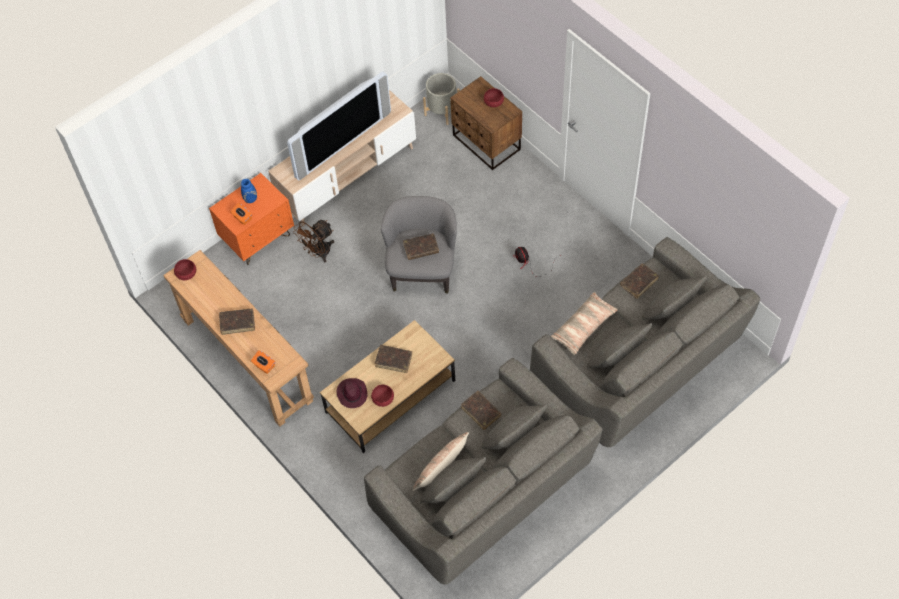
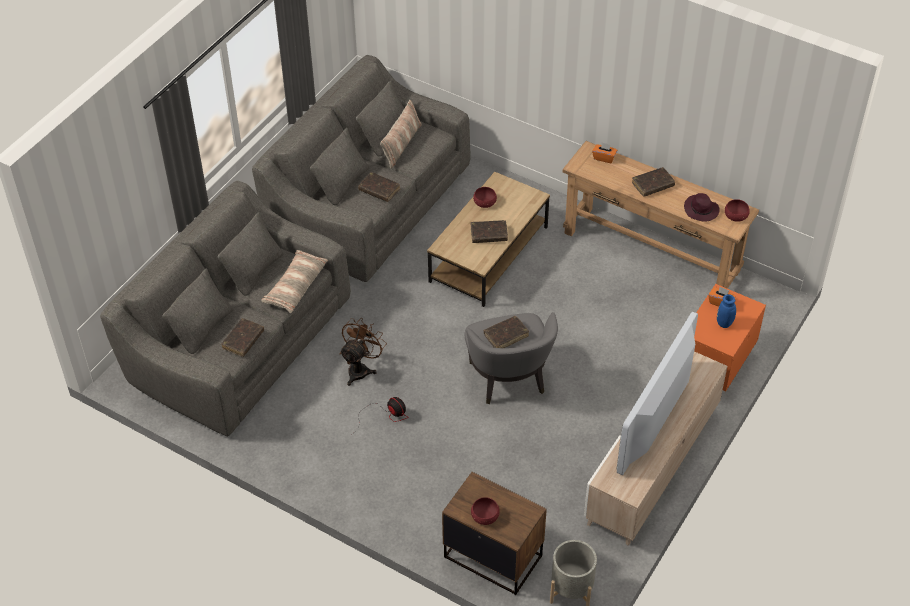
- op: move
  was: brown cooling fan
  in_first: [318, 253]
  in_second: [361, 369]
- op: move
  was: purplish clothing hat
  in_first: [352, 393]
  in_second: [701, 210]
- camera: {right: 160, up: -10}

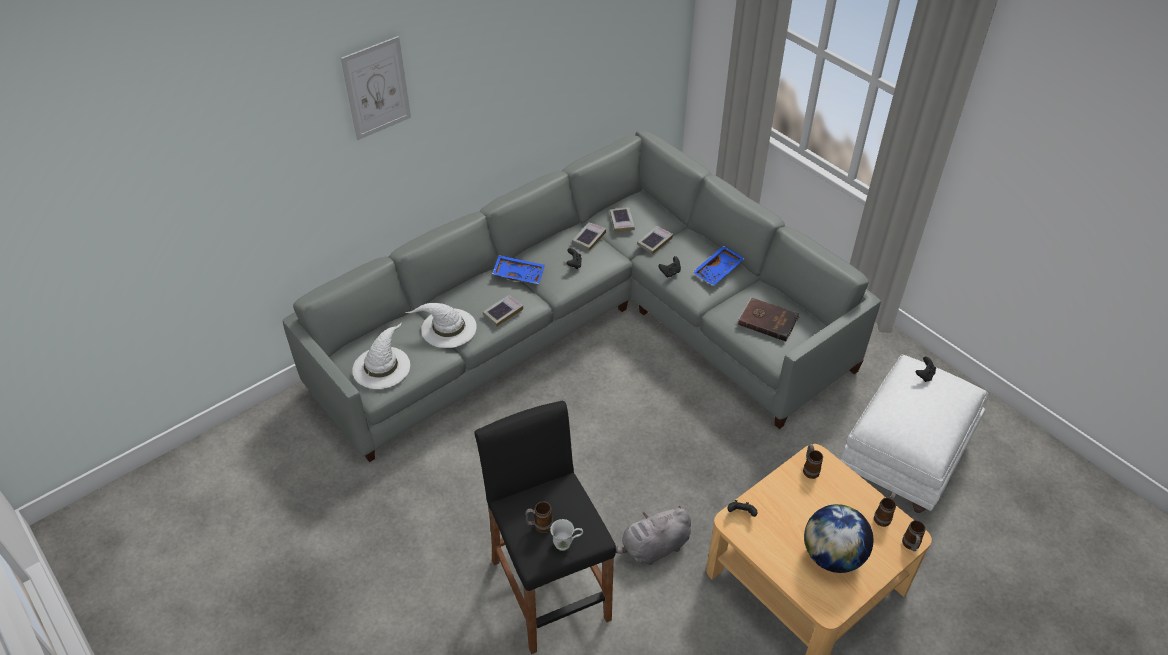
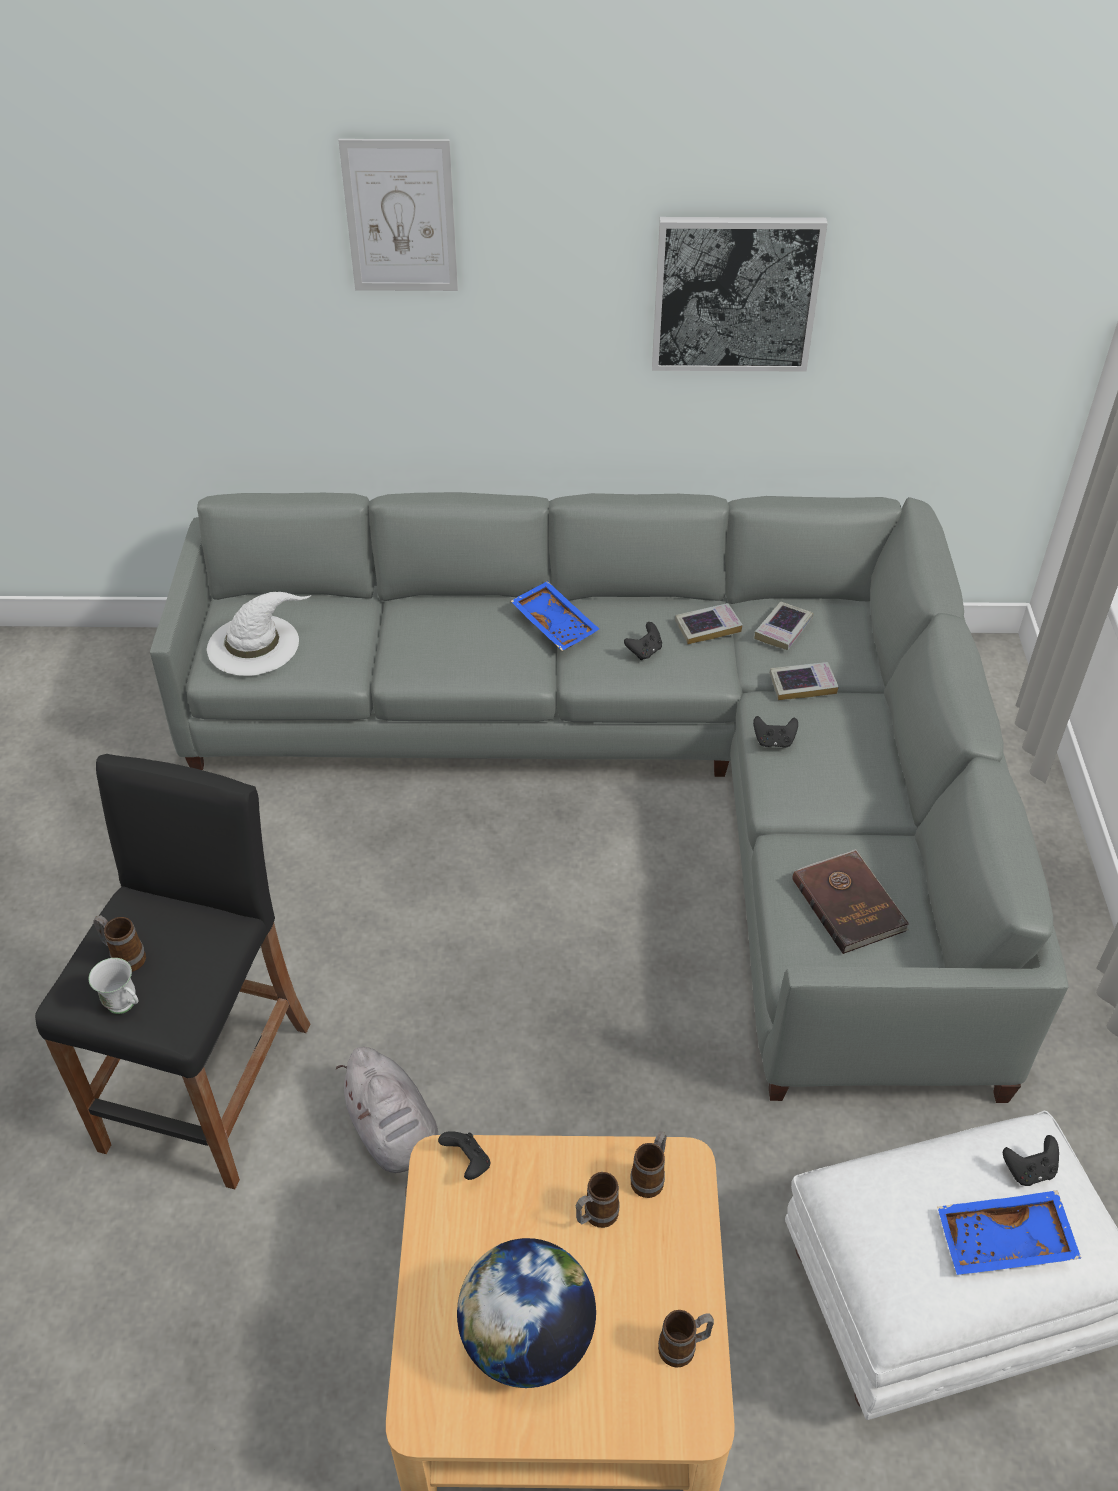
- op: rotate
  was: gray plush toy
  in_first: [653, 548]
  in_second: [394, 1135]
  clockwise: -135
- op: move
  was: tea mug
  in_first: [910, 546]
  in_second: [595, 1216]
- op: insert
  now: wall art
  in_second: [735, 294]
- op: move
  was: blue tray
  in_first: [718, 271]
  in_second: [1004, 1243]
- op: delete
  was: white clothing hat
  in_first: [448, 328]
- op: delete
  was: book
  in_first: [503, 312]
- camera: {right: 40, up: 0}

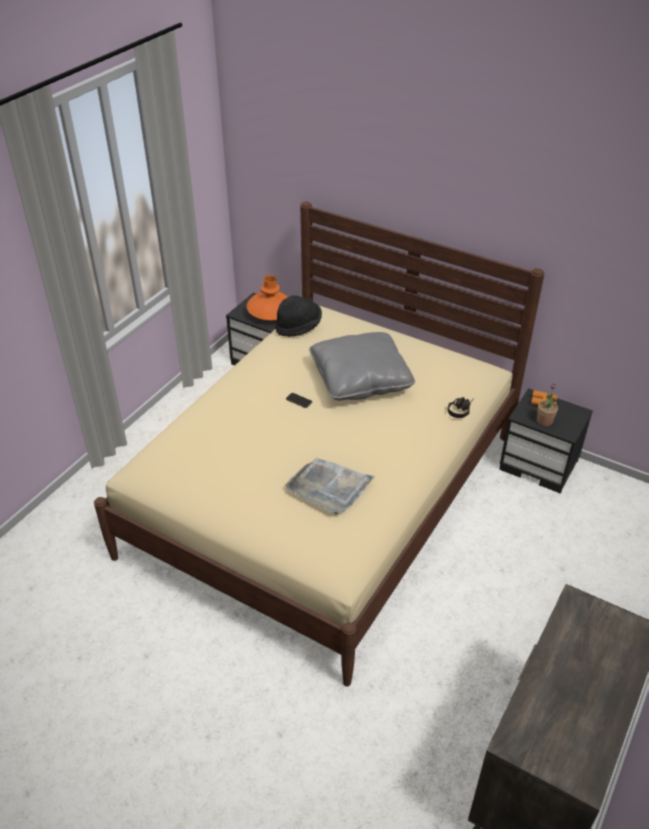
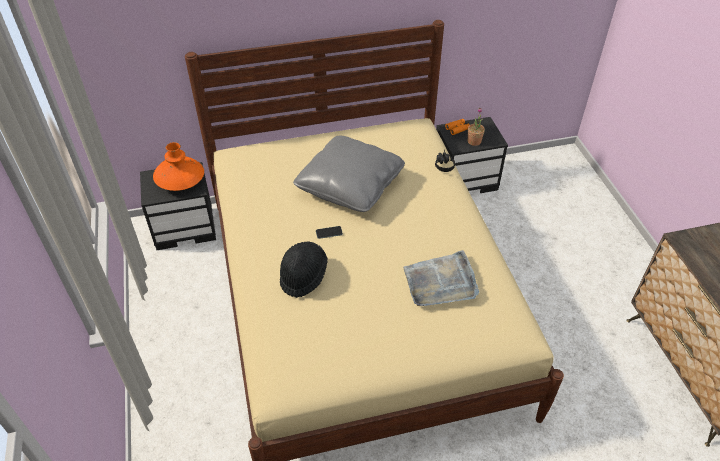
- op: move
  was: black-coloured clothing hat
  in_first: [298, 327]
  in_second: [303, 276]
- camera: {right: -45, up: 5}

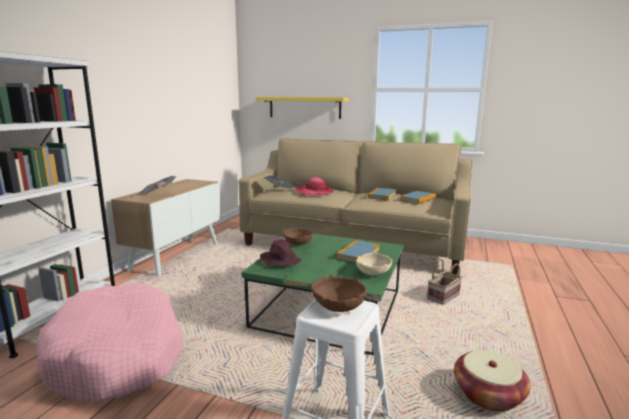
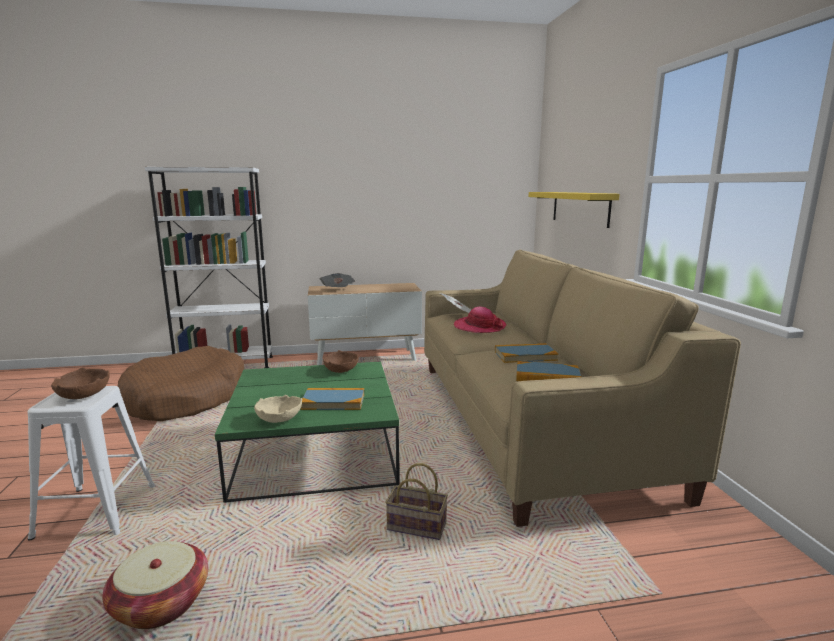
- op: recolor
  was: pink dog cushion
  now: brown dog cushion
  in_first: [118, 355]
  in_second: [186, 399]
- op: delete
  was: purplish clothing hat
  in_first: [280, 261]
- camera: {right: 60, up: 0}

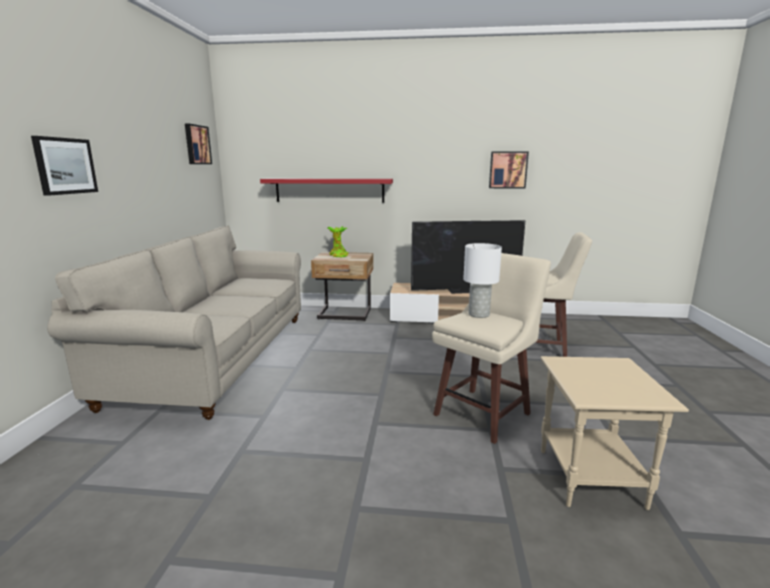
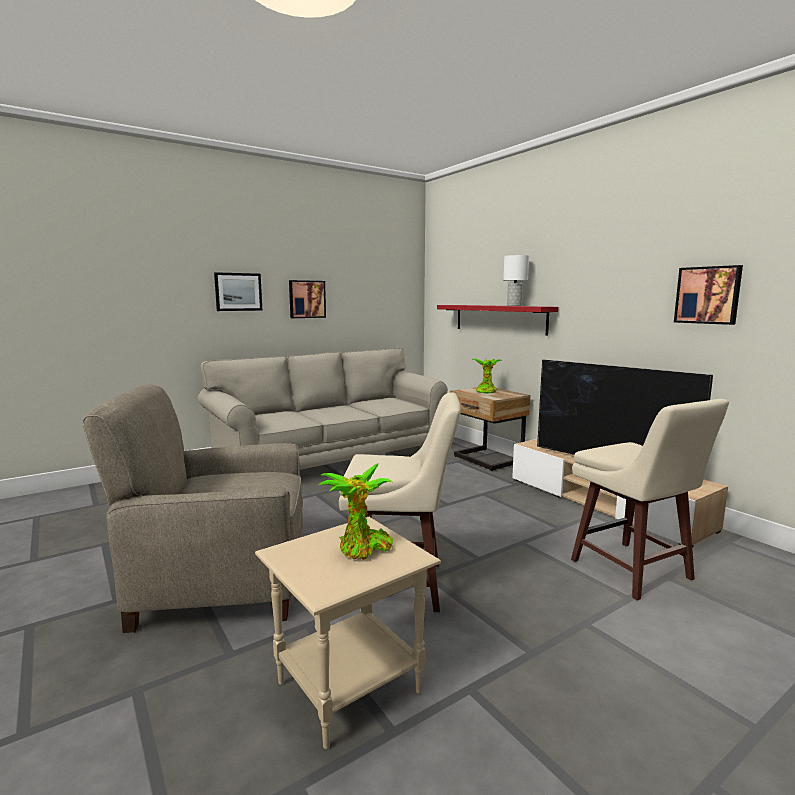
- op: insert
  now: beige-coloured armchair
  in_second: [221, 582]
- op: move
  was: wall art
  in_first: [196, 145]
  in_second: [306, 299]
- op: insert
  now: potted plant
  in_second: [362, 549]
- op: move
  was: white tabletop lamp
  in_first: [479, 314]
  in_second: [514, 306]
- camera: {right: 50, up: -5}

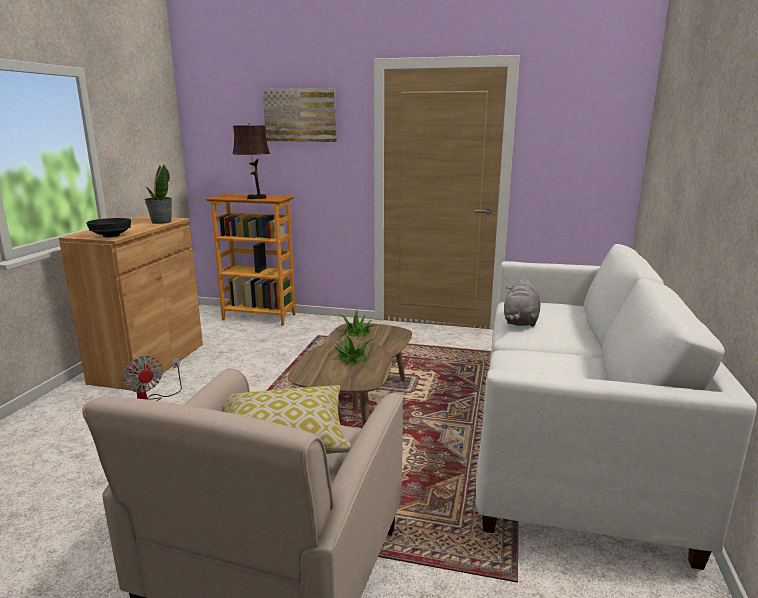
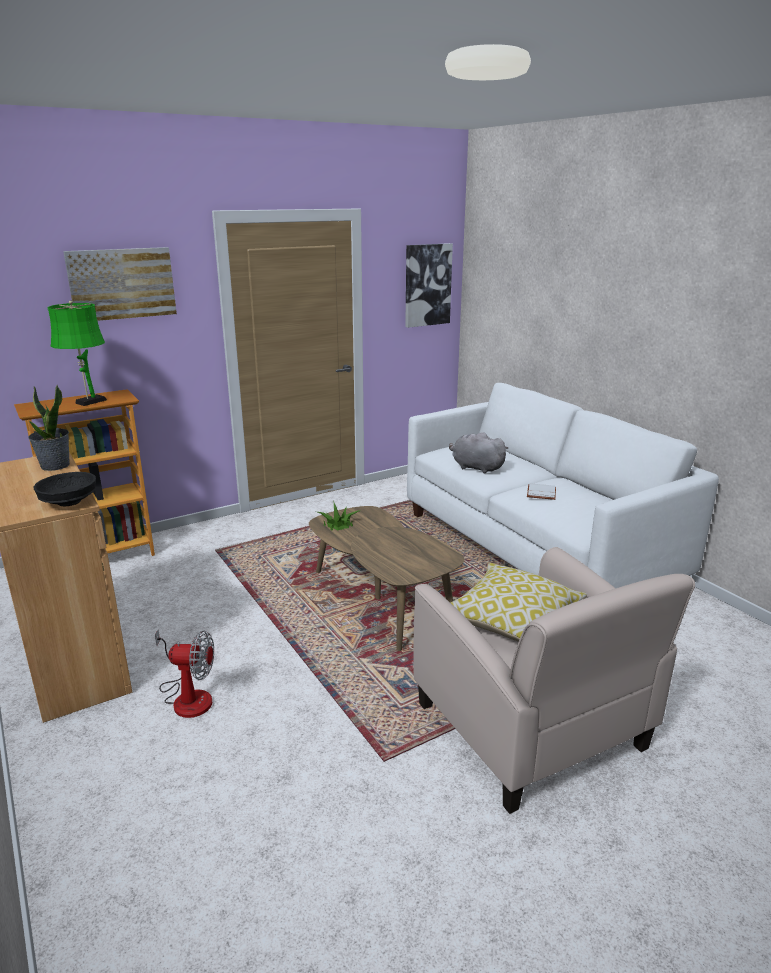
- op: recolor
  was: brown tabletop lamp
  now: greenish tabletop lamp
  in_first: [254, 198]
  in_second: [88, 402]
- op: insert
  now: wall art
  in_second: [427, 285]
- op: rotate
  was: gray plush toy
  in_first: [520, 321]
  in_second: [475, 467]
  clockwise: 150
- op: insert
  now: white book
  in_second: [540, 492]
- op: delete
  was: potted plant
  in_first: [352, 358]
- camera: {right: -45, up: 5}

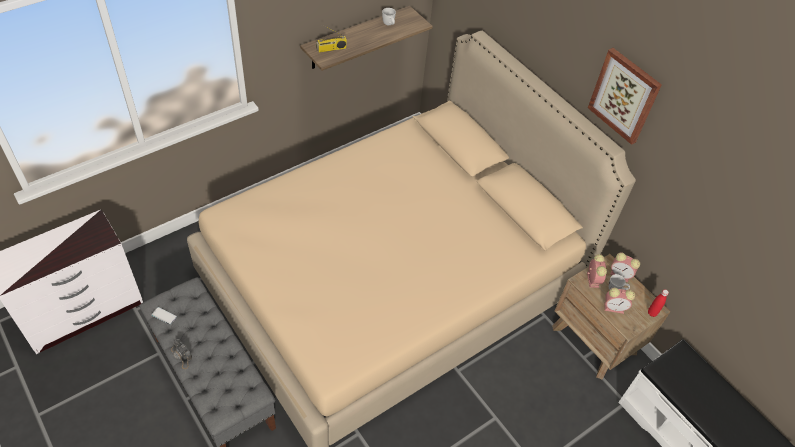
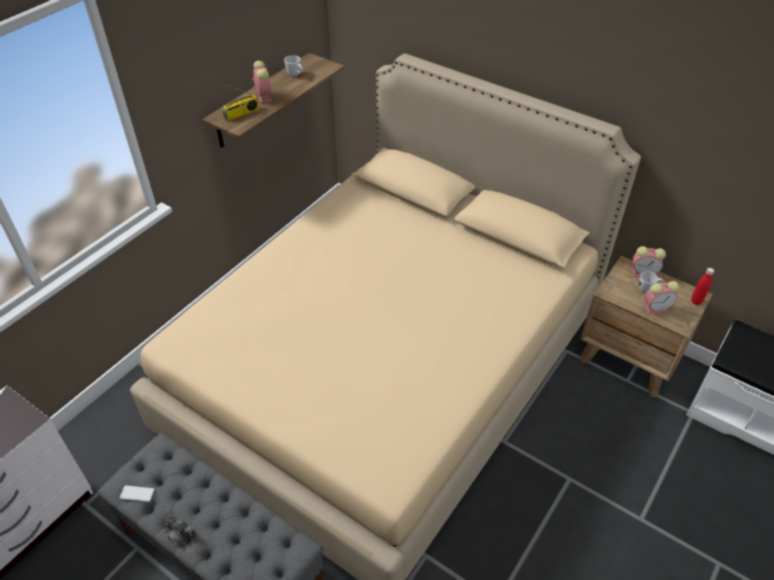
- op: move
  was: alarm clock
  in_first: [592, 279]
  in_second: [263, 96]
- op: delete
  was: wall art
  in_first: [624, 95]
- camera: {right: -15, up: -5}

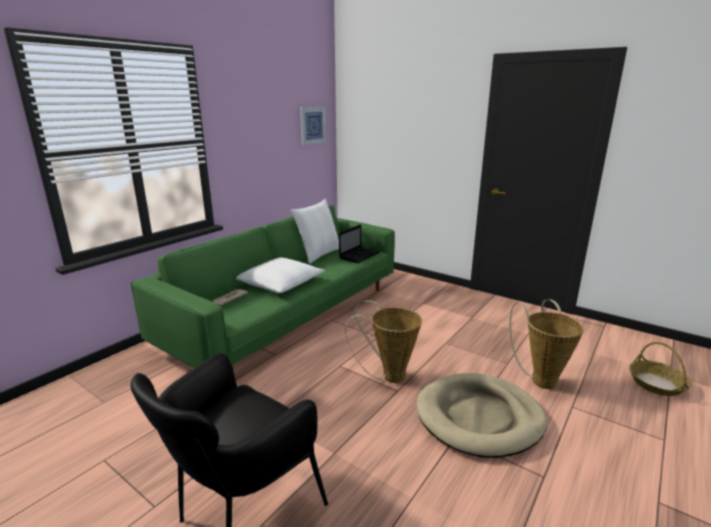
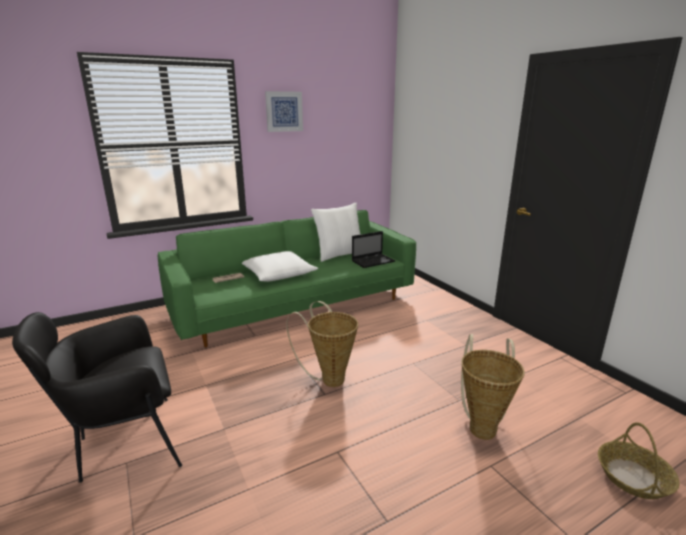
- op: move
  was: wall art
  in_first: [312, 125]
  in_second: [284, 111]
- op: delete
  was: beige-coloured dog cushion
  in_first: [479, 418]
- camera: {right: 25, up: 0}

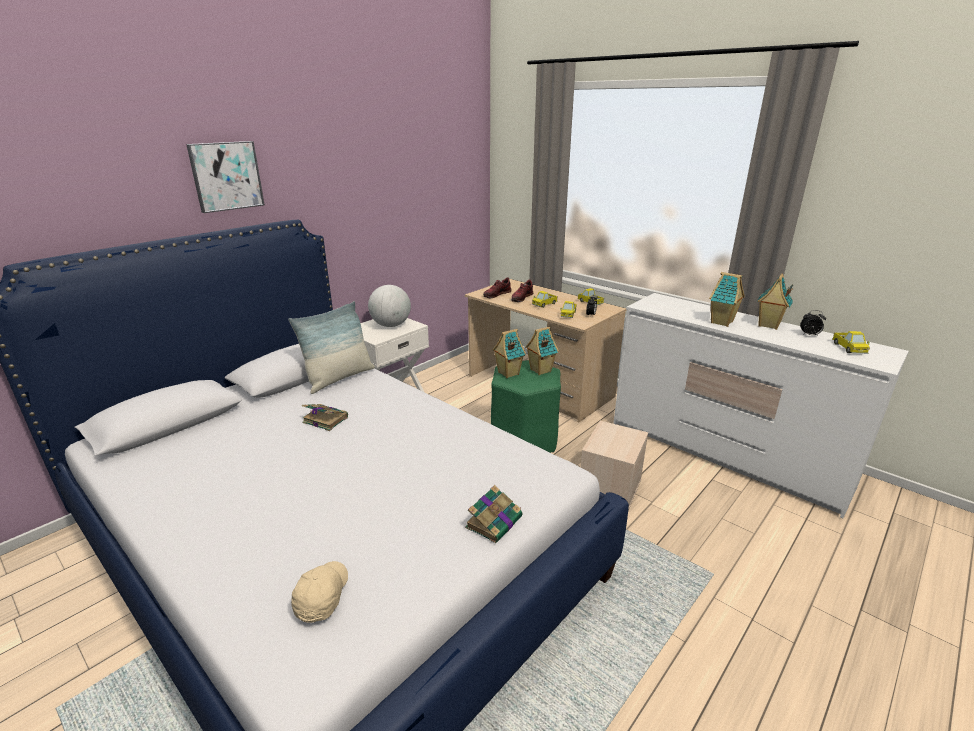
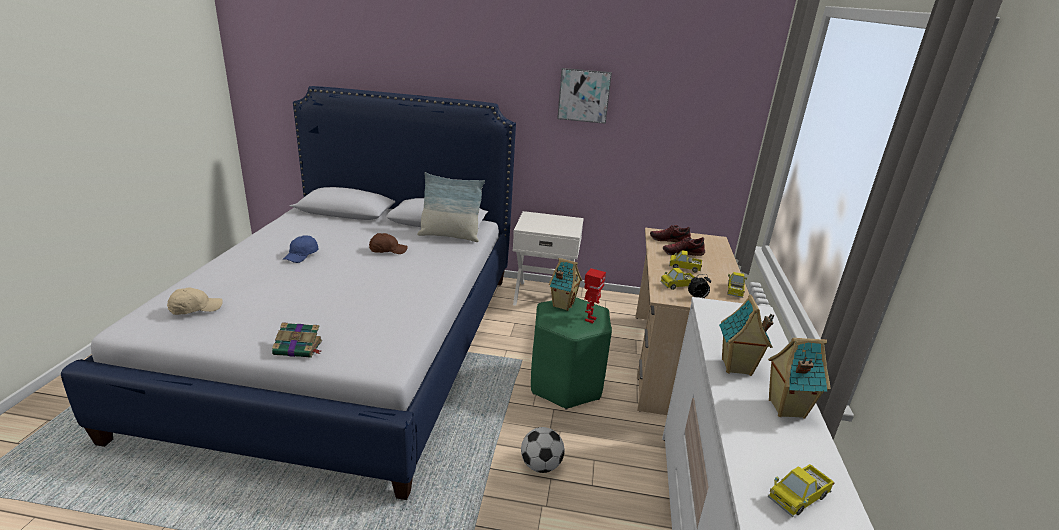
- op: insert
  now: blue peaked cap
  in_second: [302, 255]
- op: replace
  was: book
  now: brown peaked cap
  in_first: [324, 419]
  in_second: [388, 250]
- op: replace
  was: beige-coloured storage bin
  now: football
  in_first: [609, 488]
  in_second: [541, 465]
- op: move
  was: wall art
  in_first: [226, 176]
  in_second: [584, 95]
- op: replace
  was: miniature house
  now: toy robot
  in_first: [540, 370]
  in_second: [590, 319]
- op: delete
  was: globe
  in_first: [391, 325]
- op: delete
  was: alarm clock
  in_first: [809, 335]
- camera: {right: 55, up: 0}

